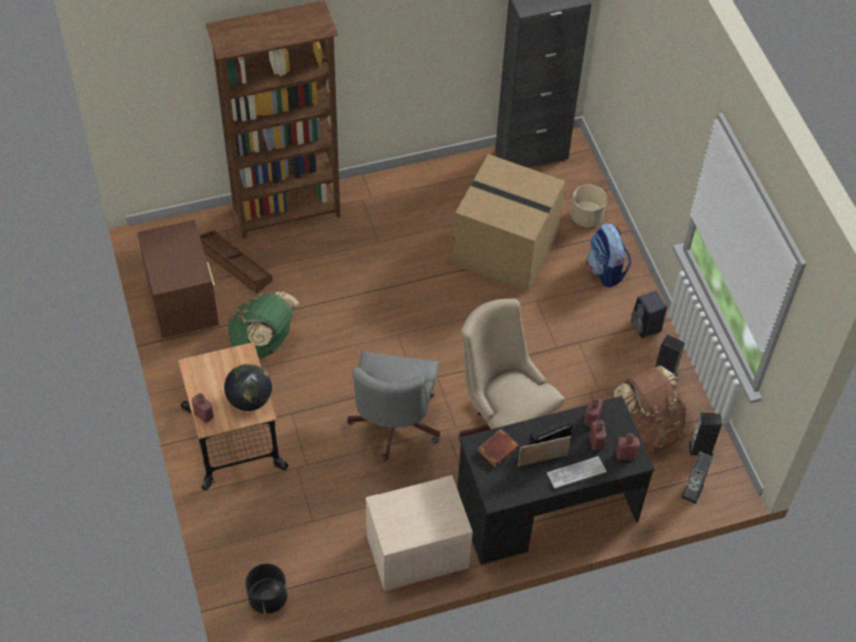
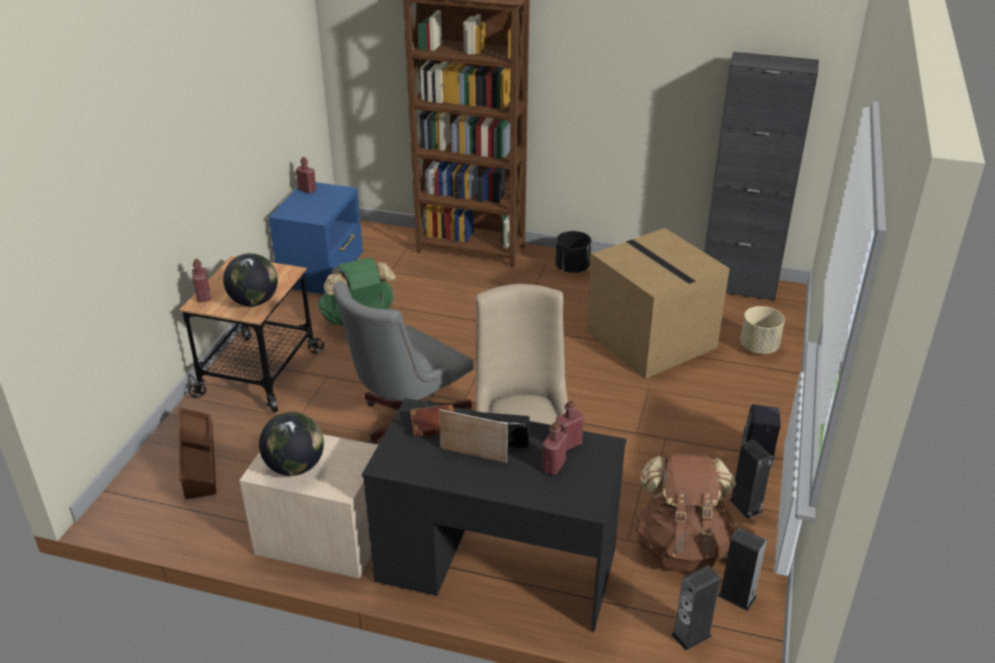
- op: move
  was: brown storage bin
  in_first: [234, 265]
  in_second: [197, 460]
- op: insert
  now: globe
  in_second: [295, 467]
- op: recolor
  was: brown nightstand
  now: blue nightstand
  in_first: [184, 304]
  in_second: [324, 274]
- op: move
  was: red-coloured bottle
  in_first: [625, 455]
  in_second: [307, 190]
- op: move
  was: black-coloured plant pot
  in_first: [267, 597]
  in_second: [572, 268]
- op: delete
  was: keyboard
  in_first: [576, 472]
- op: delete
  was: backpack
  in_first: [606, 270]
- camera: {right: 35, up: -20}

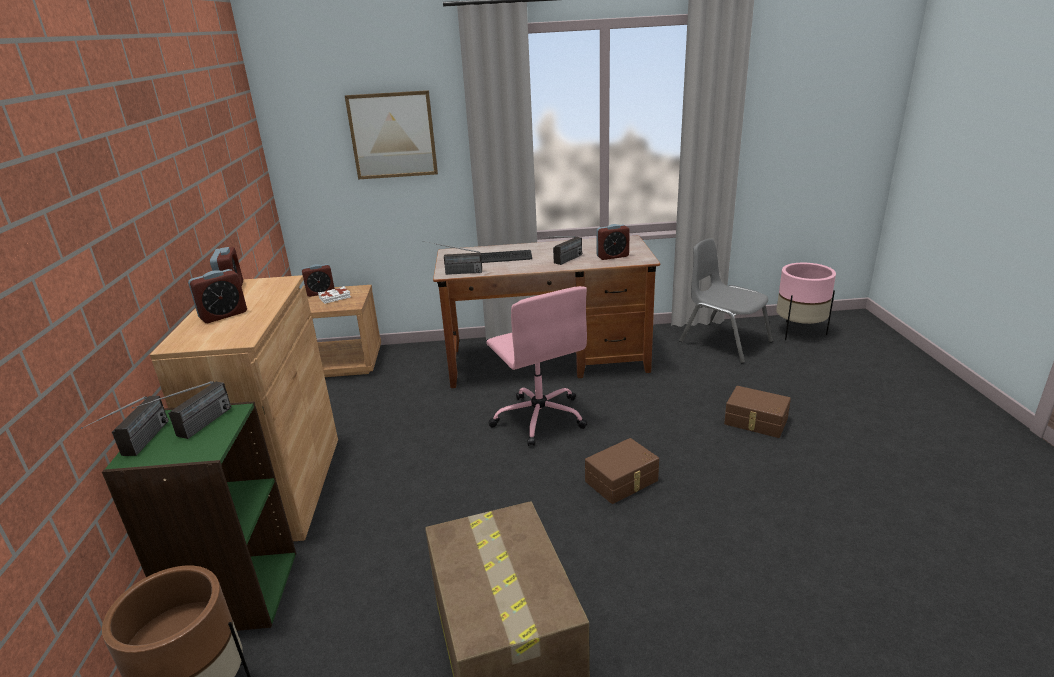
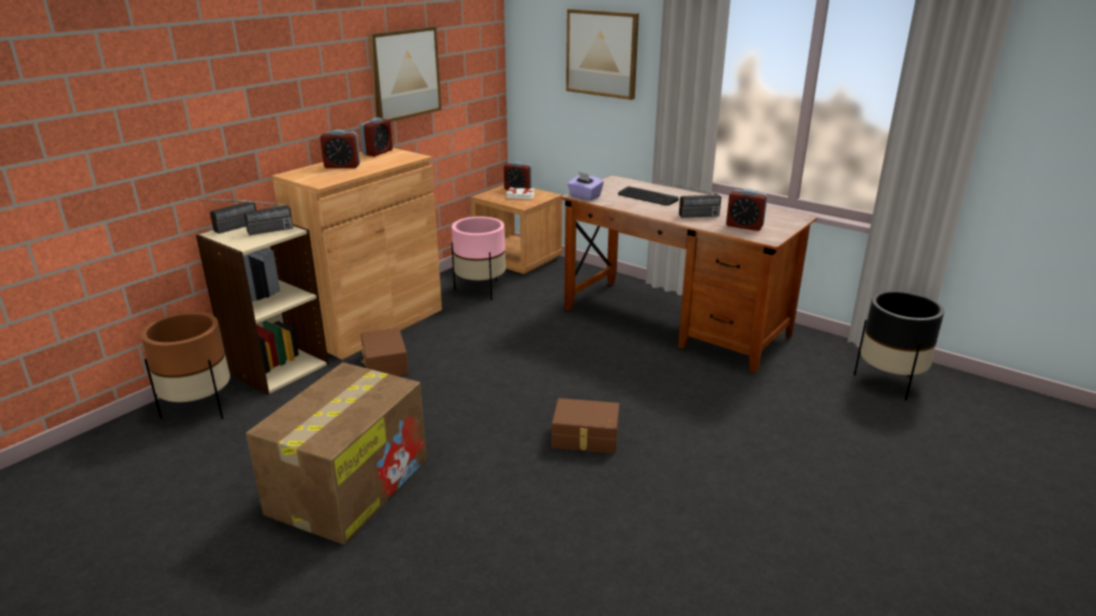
- op: recolor
  was: greenish bookcase
  now: beige-coloured bookcase
  in_first: [236, 592]
  in_second: [277, 367]
- op: move
  was: brown storage bin
  in_first: [755, 422]
  in_second: [383, 364]
- op: insert
  now: wall art
  in_second: [404, 73]
- op: move
  was: pink plant pot
  in_first: [799, 332]
  in_second: [481, 290]
- op: replace
  was: radio
  now: purplish tissue holder
  in_first: [454, 273]
  in_second: [584, 196]
- op: replace
  was: gray plain chair
  now: black-coloured plant pot
  in_first: [724, 342]
  in_second: [889, 382]
- op: delete
  was: pink desk chair
  in_first: [539, 417]
- camera: {right: 40, up: 0}

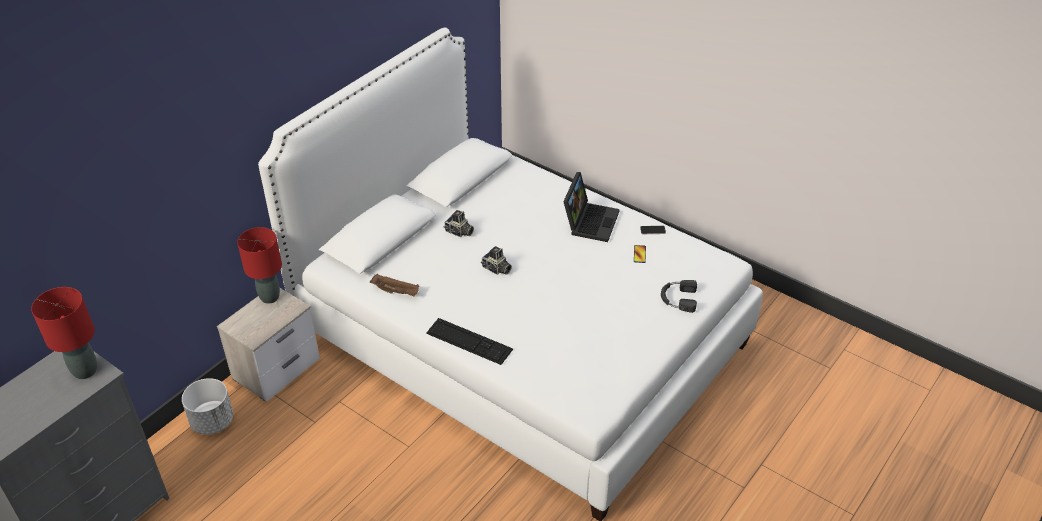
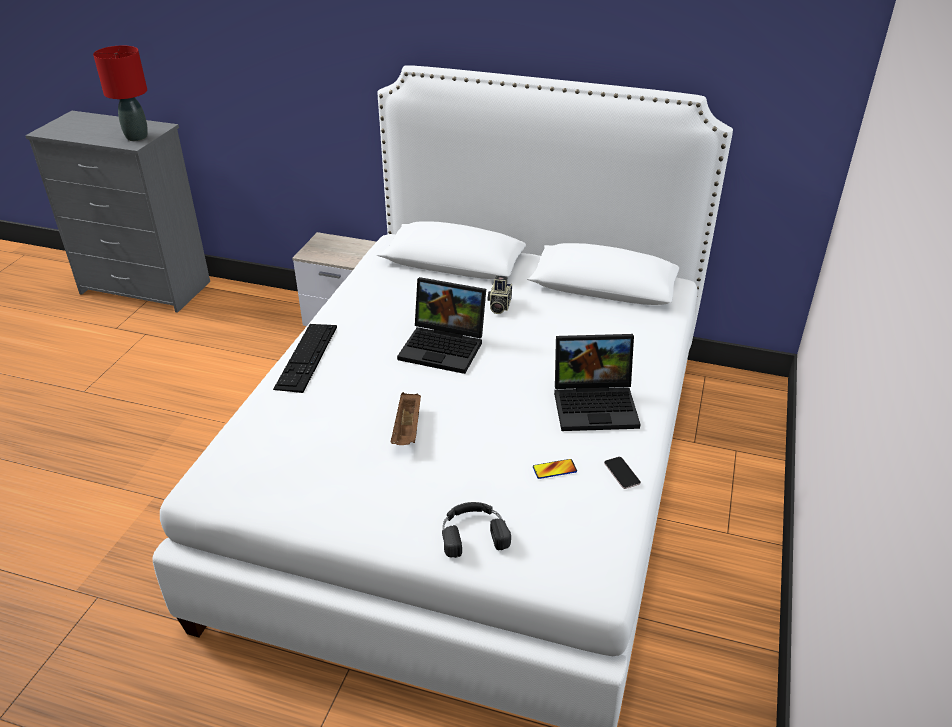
- op: move
  was: brown tray
  in_first: [396, 291]
  in_second: [407, 429]
- op: replace
  was: photo camera
  now: notebook computer
  in_first: [496, 269]
  in_second: [445, 347]
- op: delete
  was: white plant pot
  in_first: [212, 421]
- op: delete
  was: red-coloured tabletop lamp
  in_first: [269, 297]
- camera: {right: 70, up: -5}

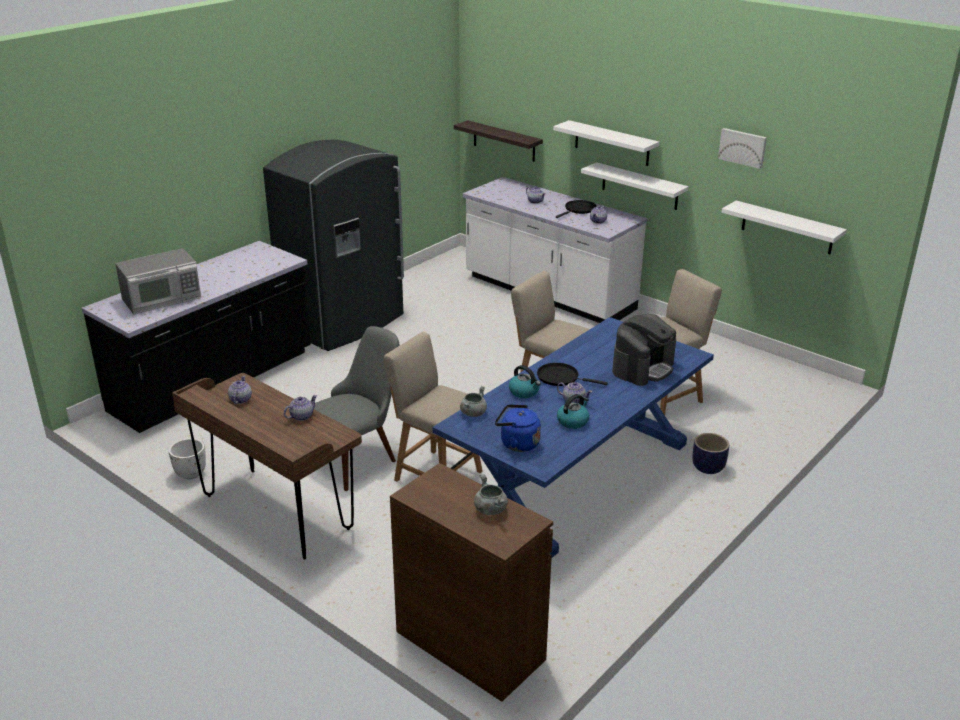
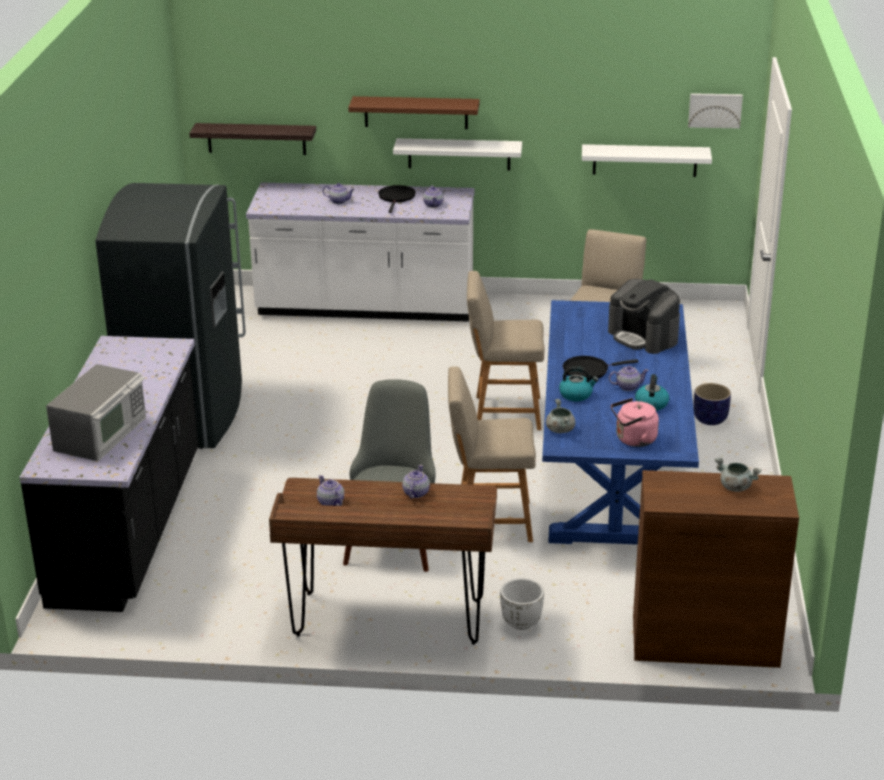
- op: recolor
  was: white wall shelf
  now: brown wall shelf
  in_first: [612, 143]
  in_second: [416, 112]
- op: move
  was: white plant pot
  in_first: [190, 474]
  in_second: [520, 623]
- op: rotate
  was: coffee brewer
  in_first: [643, 368]
  in_second: [643, 337]
  clockwise: 135
- op: recolor
  was: blue water kettle
  now: pink water kettle
  in_first: [517, 443]
  in_second: [633, 440]
- op: move
  was: wall art
  in_first: [743, 147]
  in_second: [715, 110]
- camera: {right: -35, up: 0}

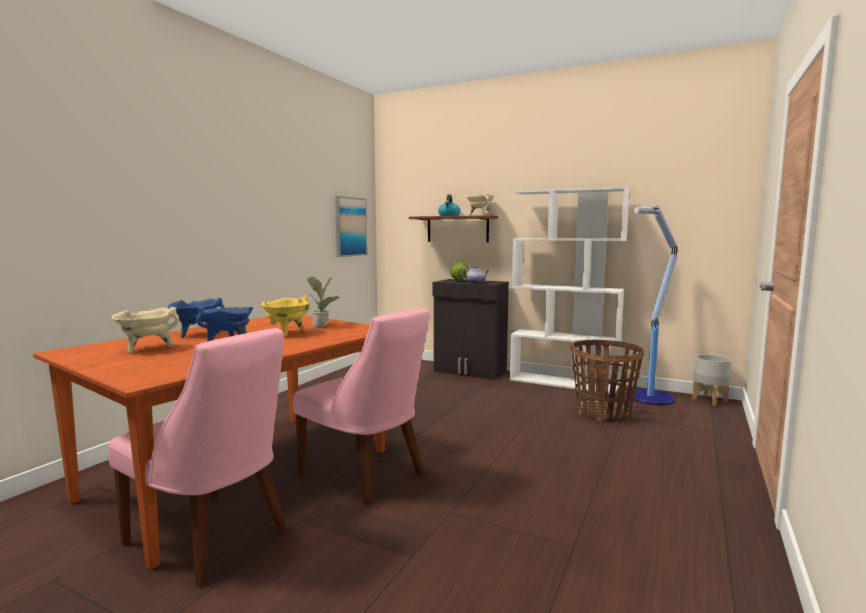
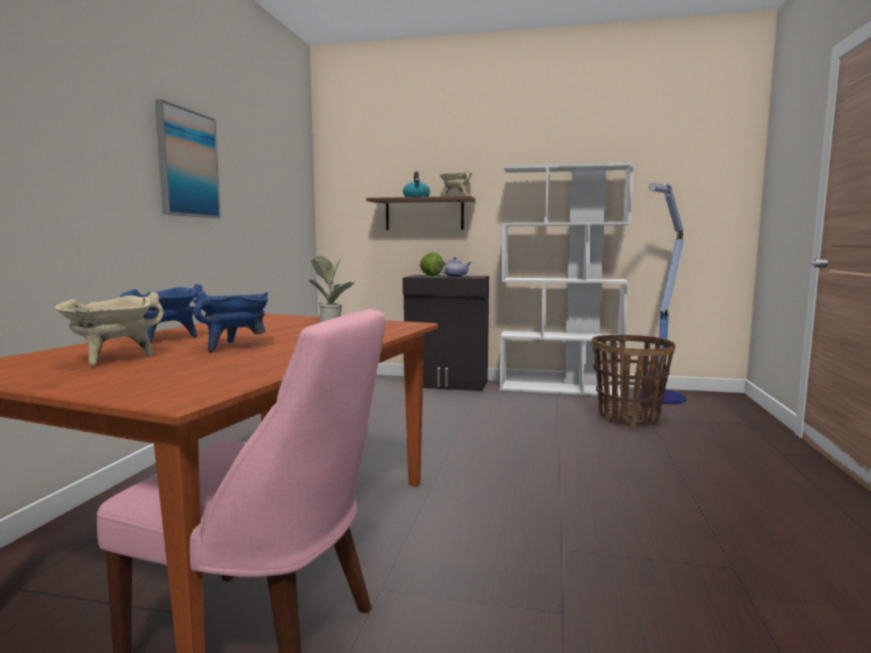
- op: move
  was: wall art
  in_first: [350, 227]
  in_second: [187, 164]
- op: delete
  was: yellow-coloured stockpot
  in_first: [286, 333]
- op: delete
  was: pink plain chair
  in_first: [366, 476]
- op: delete
  was: gray plant pot
  in_first: [709, 400]
- camera: {right: -15, up: 0}

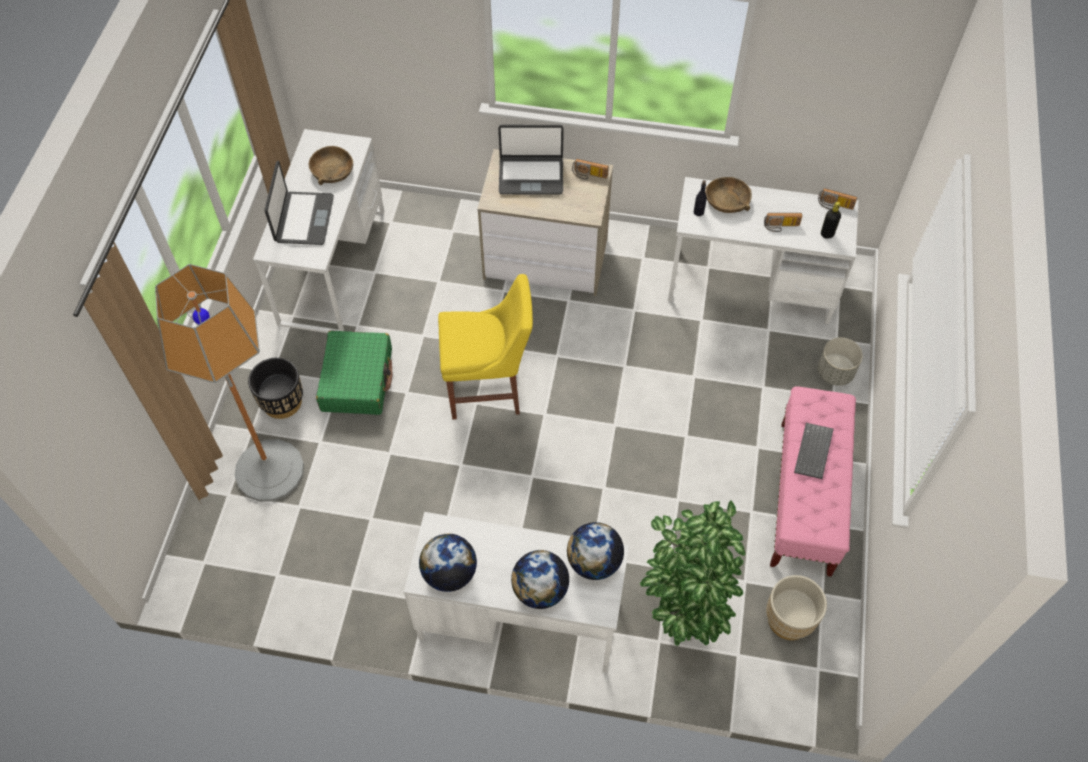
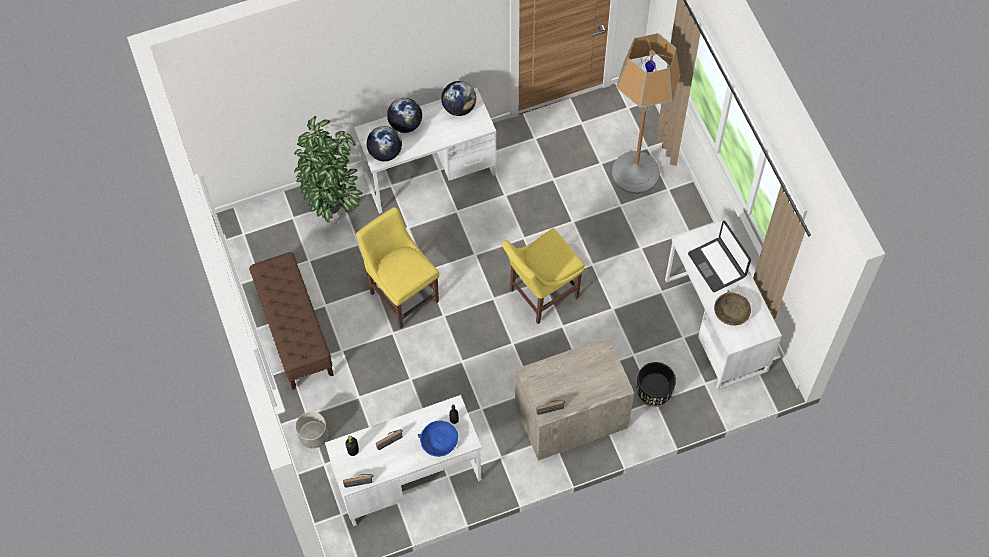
- op: recolor
  was: pink long seat
  now: brown long seat
  in_first: [805, 498]
  in_second: [295, 332]
- op: insert
  now: yellow-coloured plain chair
  in_second: [402, 294]
- op: recolor
  was: brown deep dish
  now: blue deep dish
  in_first: [727, 201]
  in_second: [439, 441]
- op: move
  was: black-coloured plant pot
  in_first: [282, 402]
  in_second: [653, 393]
- op: delete
  was: greenish travel case
  in_first: [357, 379]
- op: delete
  was: notebook computer
  in_first: [531, 176]
- op: delete
  was: beige-coloured plant pot
  in_first: [789, 619]
- op: delete
  was: keyboard
  in_first: [814, 452]
- camera: {right: 150, up: 5}

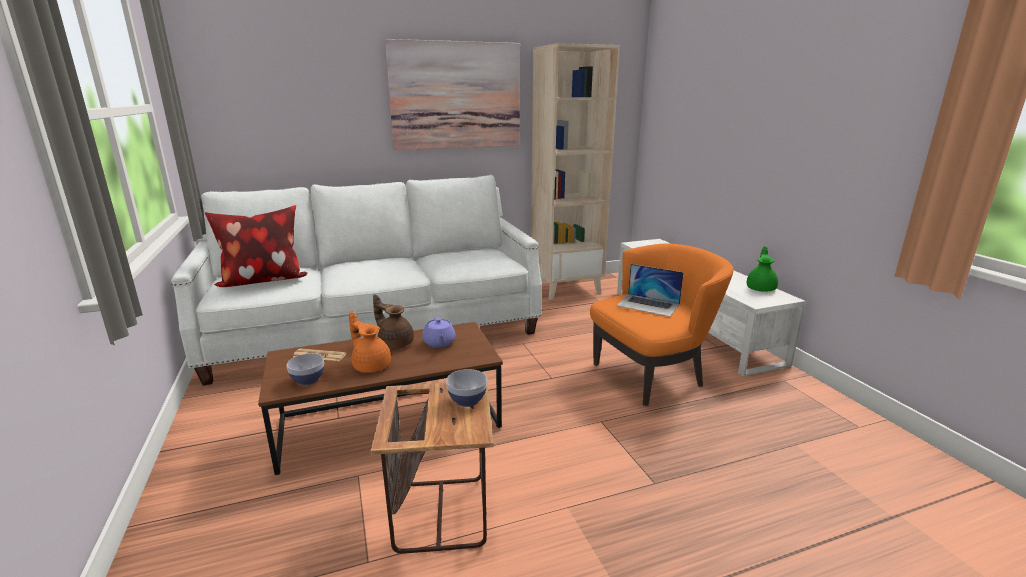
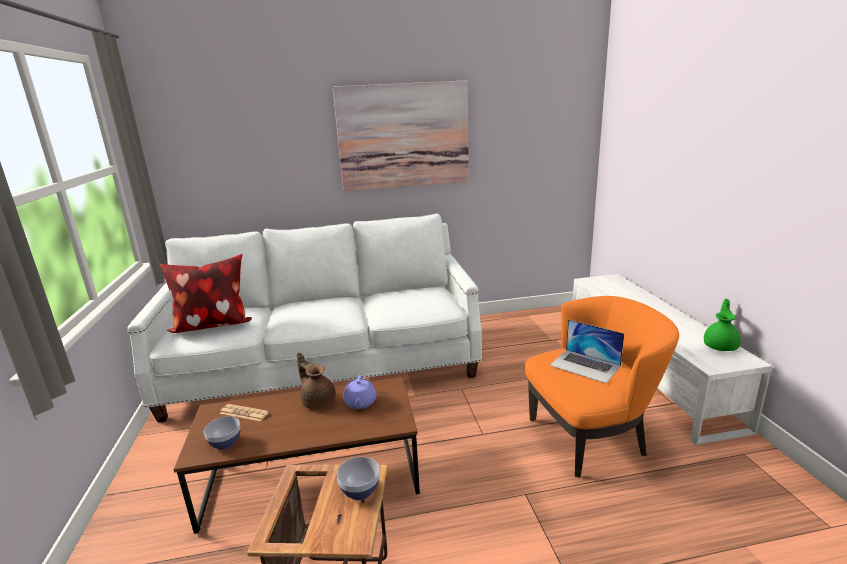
- op: delete
  was: orangey tea pot
  in_first: [371, 365]
- op: delete
  was: beige-coloured bookcase
  in_first: [566, 288]
- camera: {right: 10, up: 0}

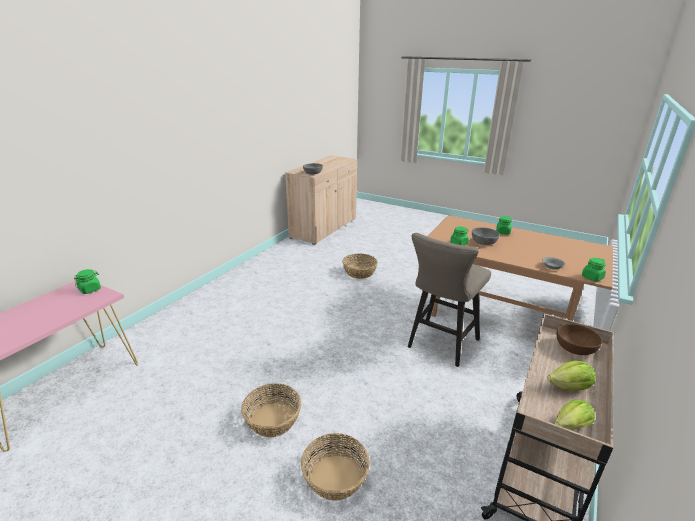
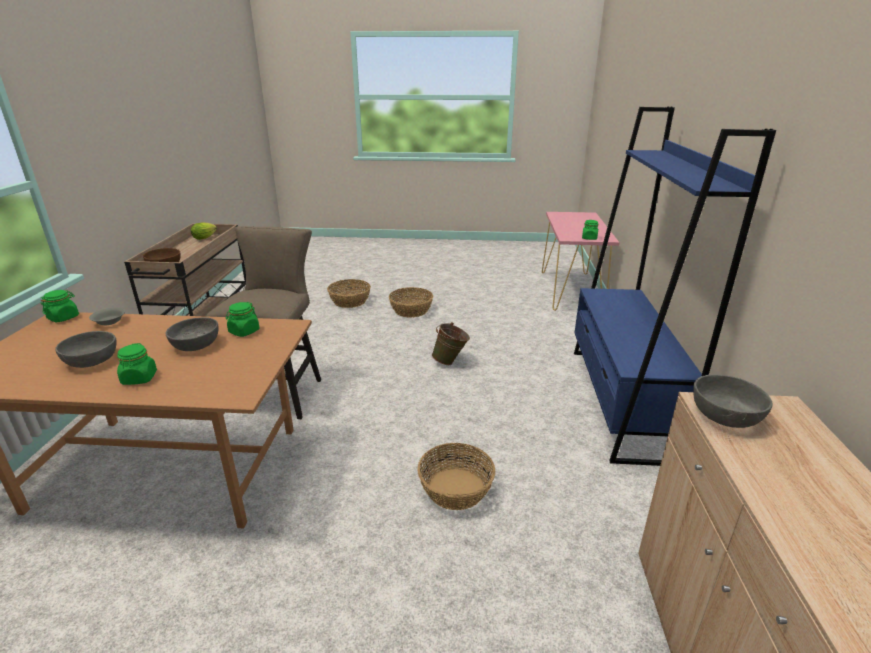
- op: insert
  now: gray deep dish
  in_second: [92, 360]
- op: insert
  now: greenish bucket
  in_second: [450, 362]
- op: insert
  now: blue bookcase
  in_second: [619, 401]
- op: delete
  was: head of lettuce
  in_first: [570, 387]
- camera: {right: 155, up: 0}

